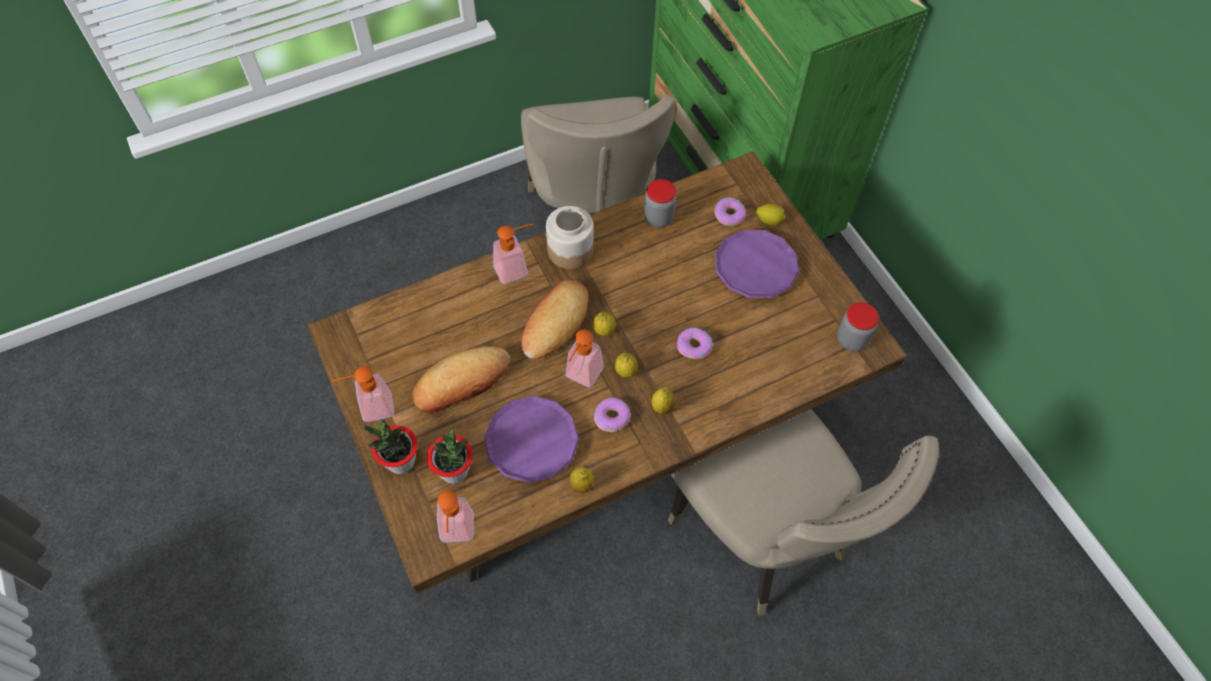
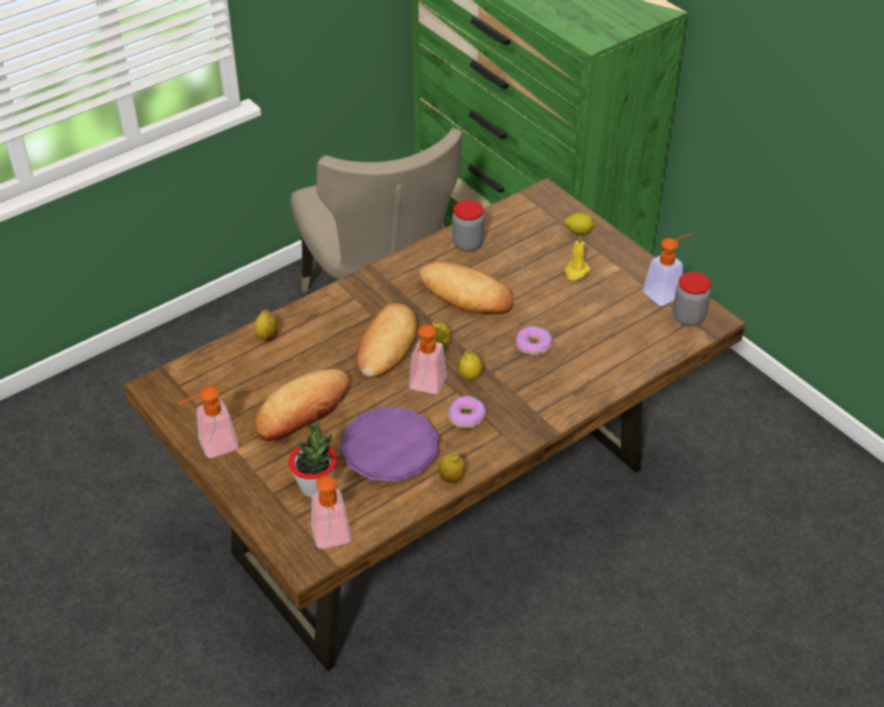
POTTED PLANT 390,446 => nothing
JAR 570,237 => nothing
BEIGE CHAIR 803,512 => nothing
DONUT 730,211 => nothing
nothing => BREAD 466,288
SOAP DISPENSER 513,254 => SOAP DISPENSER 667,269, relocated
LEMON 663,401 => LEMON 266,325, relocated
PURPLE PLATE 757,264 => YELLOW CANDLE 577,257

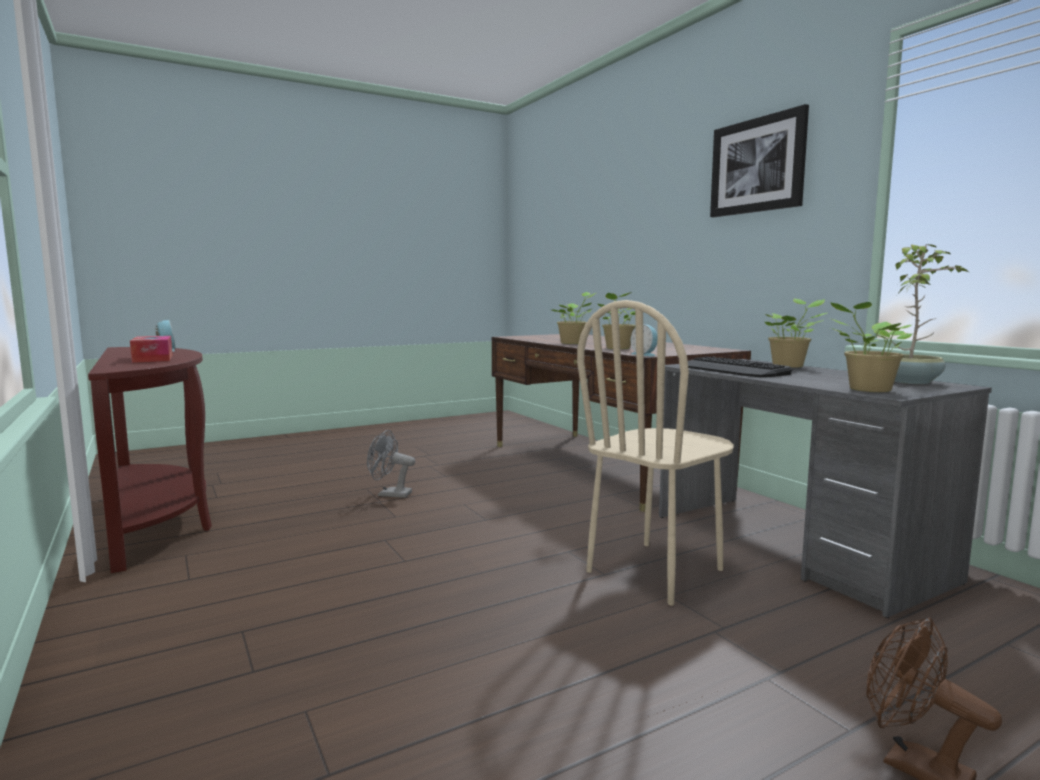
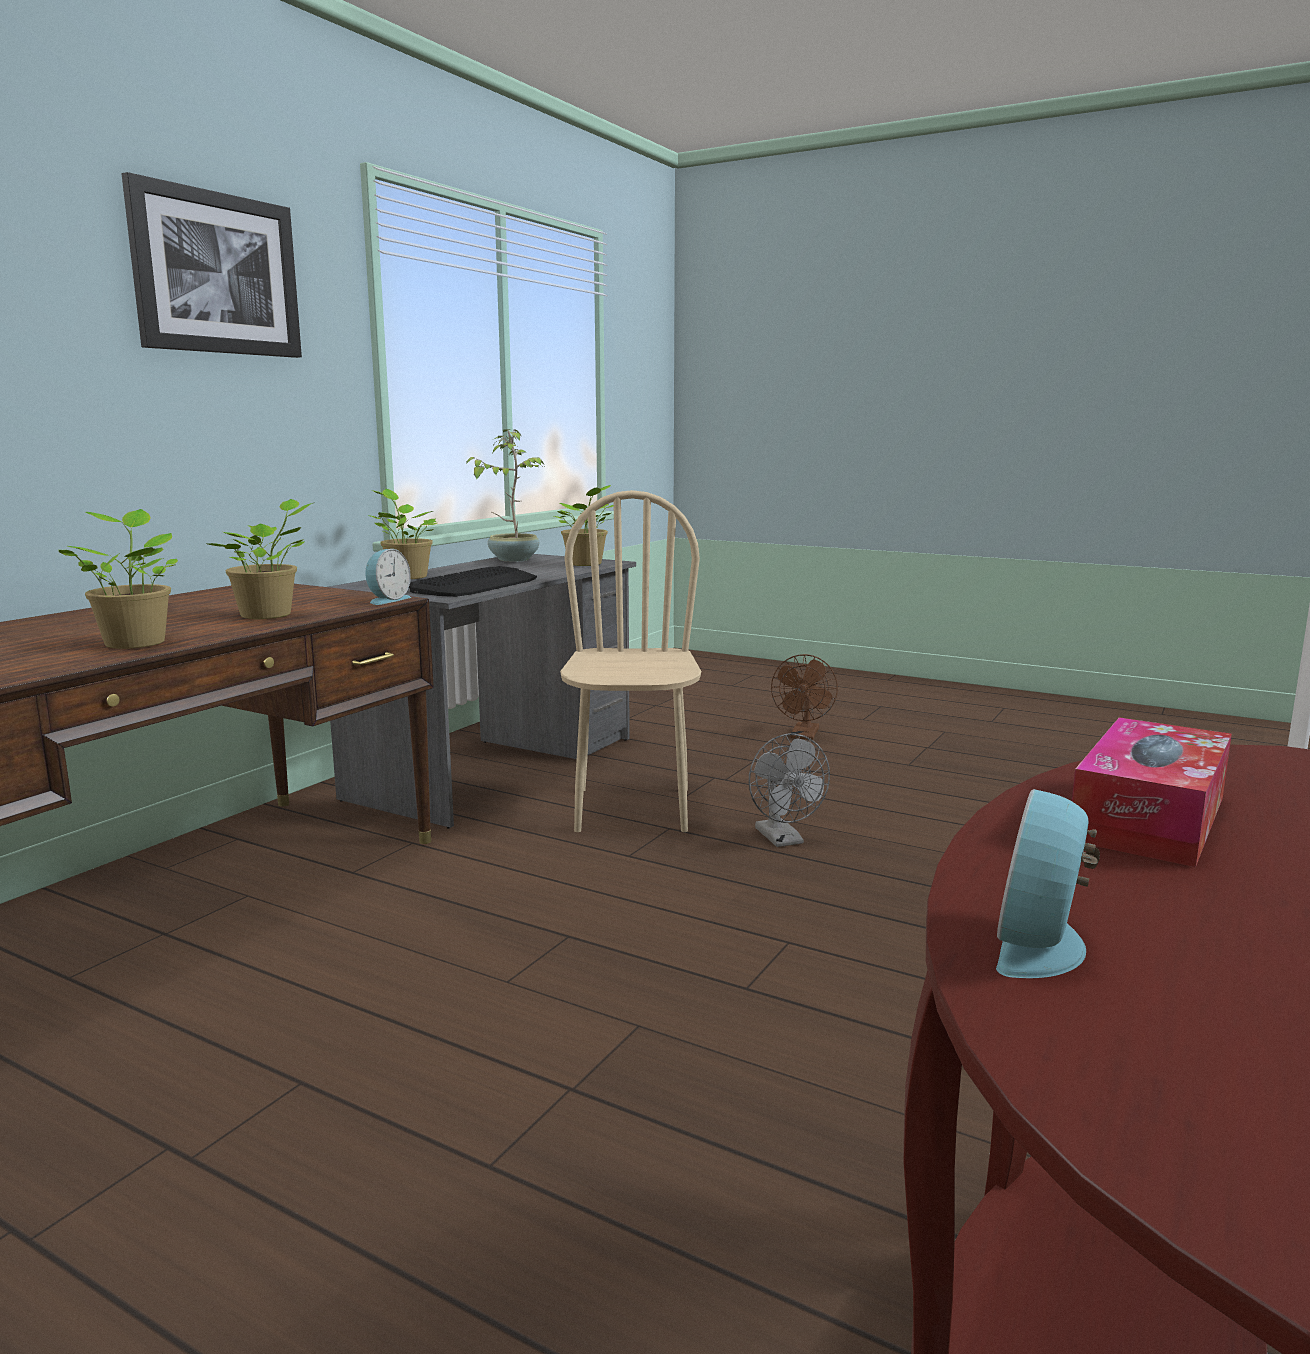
GREY FAN 391,464 => GREY FAN 789,790, relocated
BEIGE CHAIR 655,453 => BEIGE CHAIR 630,661, 105 degrees counterclockwise

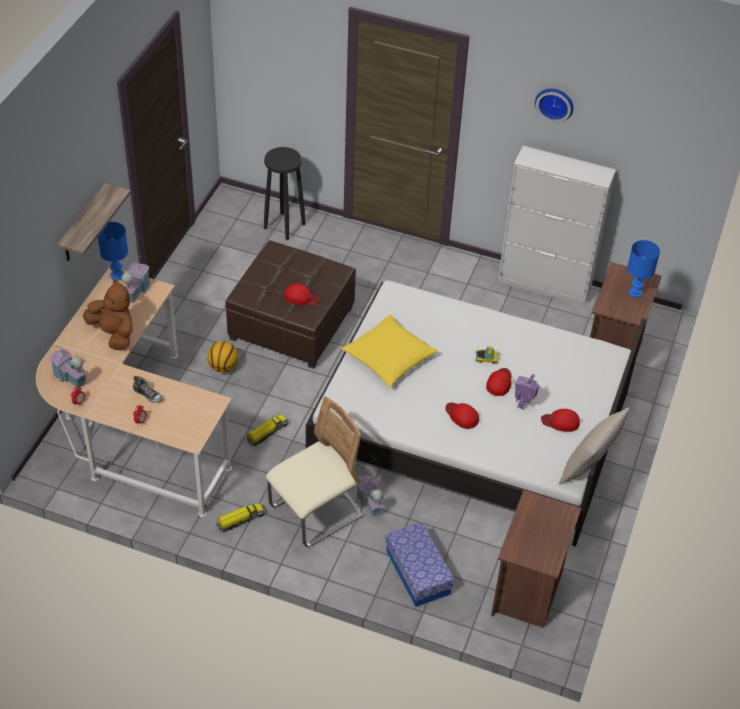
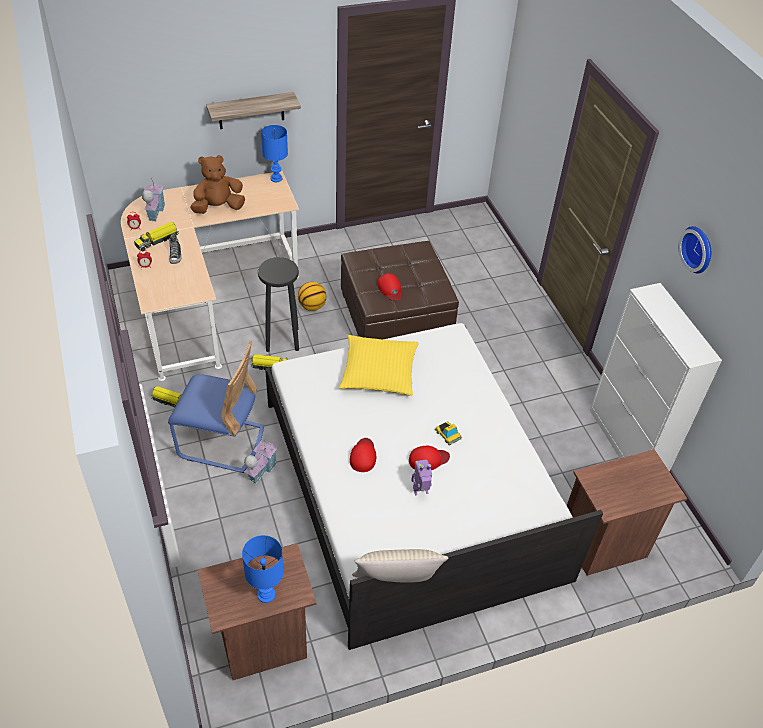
TOY HOUSE 135,280 => nothing
STORAGE BOX 419,564 => nothing
RED CAP 560,420 => nothing
nothing => TOY TRUCK 156,236
BLACK STOOL 285,193 => BLACK STOOL 278,304, relocated
BLUE TABLE LAMP 643,269 => BLUE TABLE LAMP 263,569, relocated
BEIGE CHAIR 314,471 => BLUE CHAIR 216,407
BROWN PLUSH TOY 108,314 => BROWN PLUSH TOY 217,184, 120 degrees counterclockwise

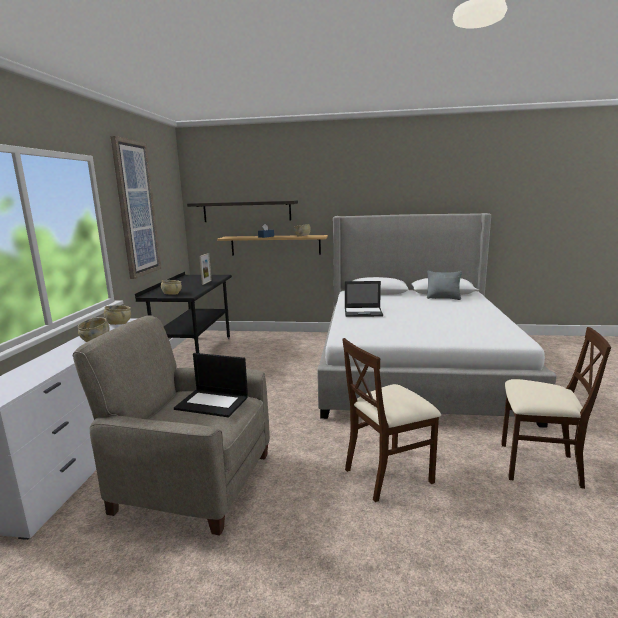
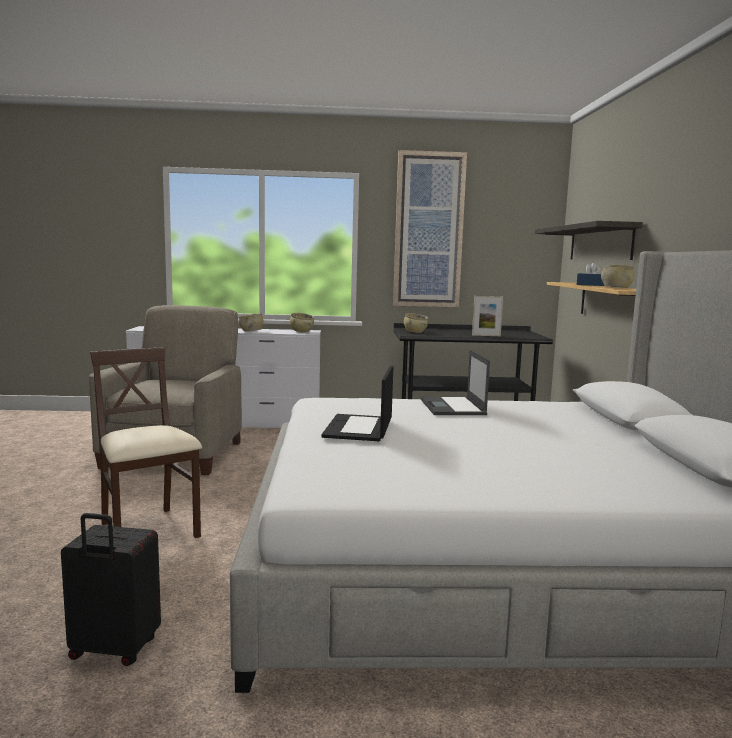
GREY PILLOW 444,285 => nothing
LAPTOP 211,385 => LAPTOP 357,403, relocated
BEIGE CHAIR 556,408 => BLACK SUITCASE 111,589

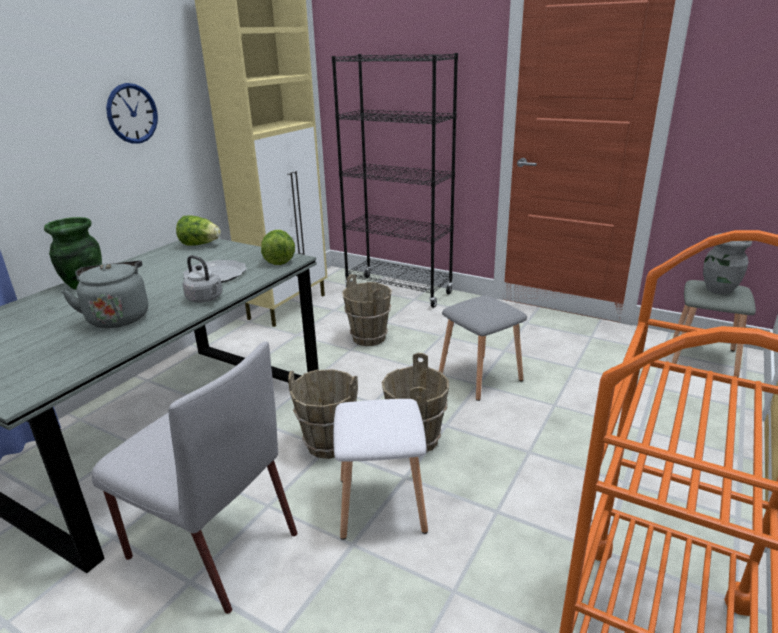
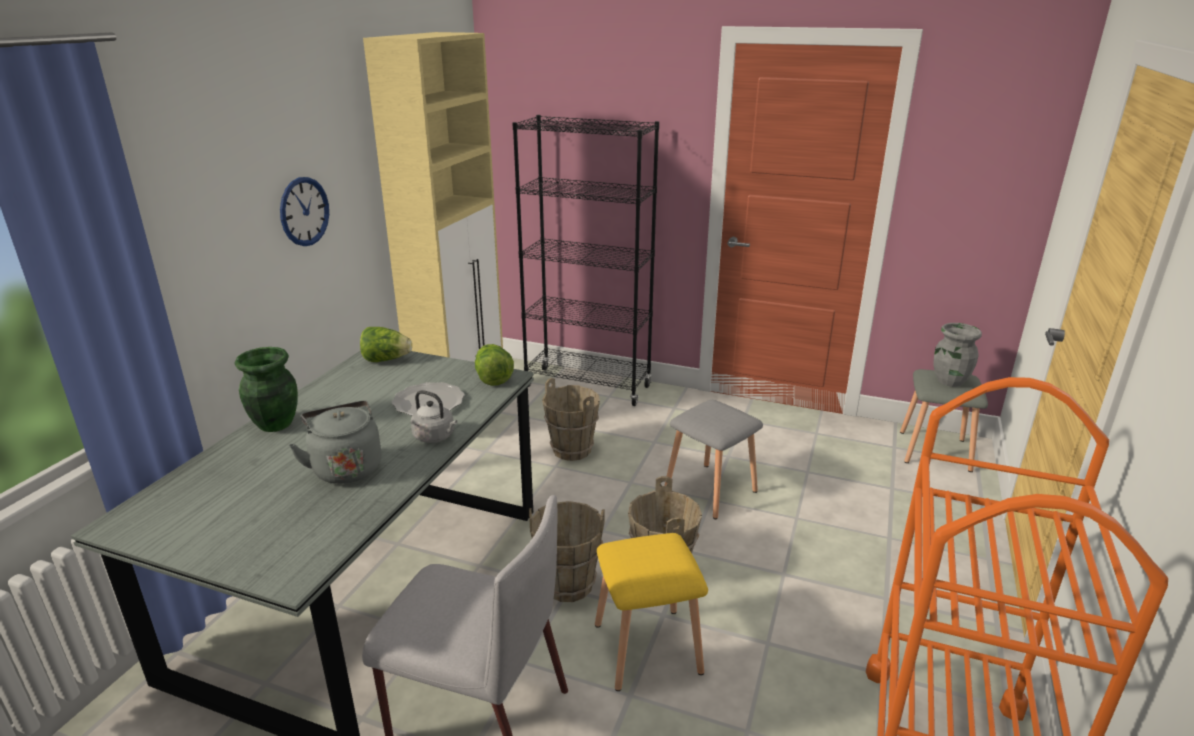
WHITE STOOL 380,469 => YELLOW STOOL 651,612

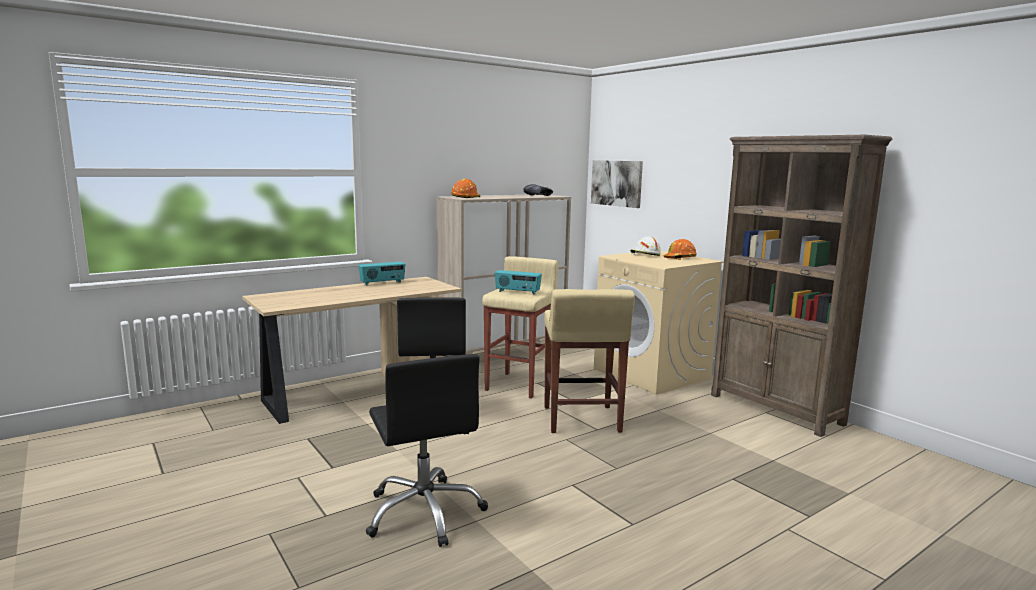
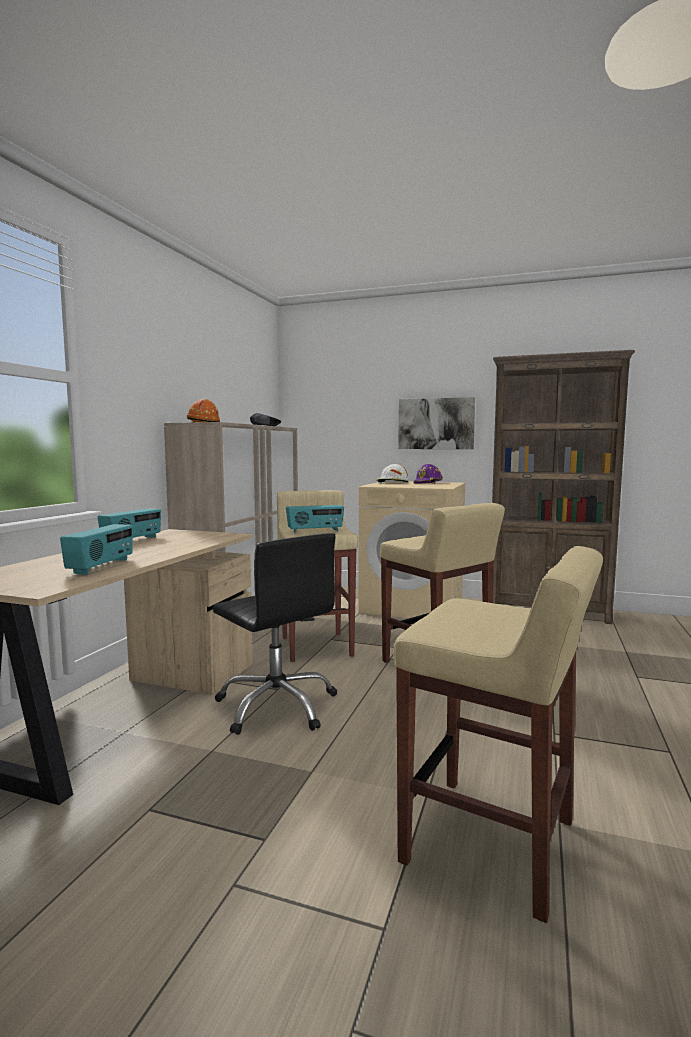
nothing => RADIO 96,549
PICTURE 617,184 => PICTURE 436,423, relocated
BLACK OFFICE CHAIR 427,450 => BEIGE STOOL 498,734
ORANGE HARD HAT 680,249 => PURPLE HARD HAT 428,474

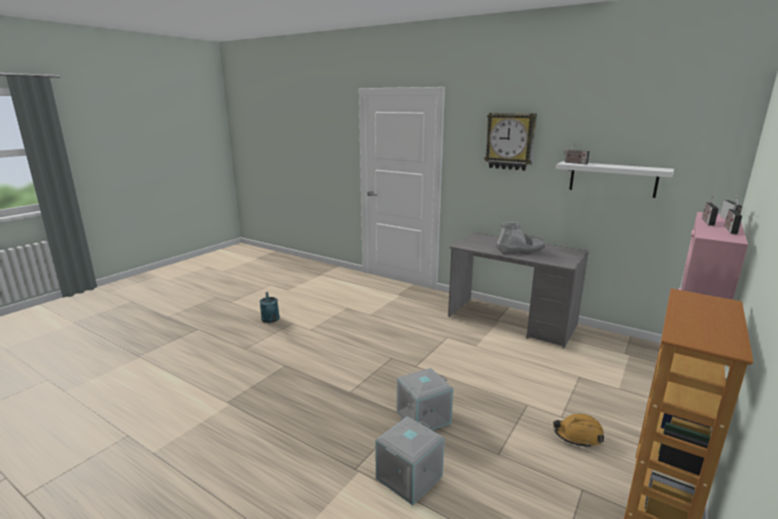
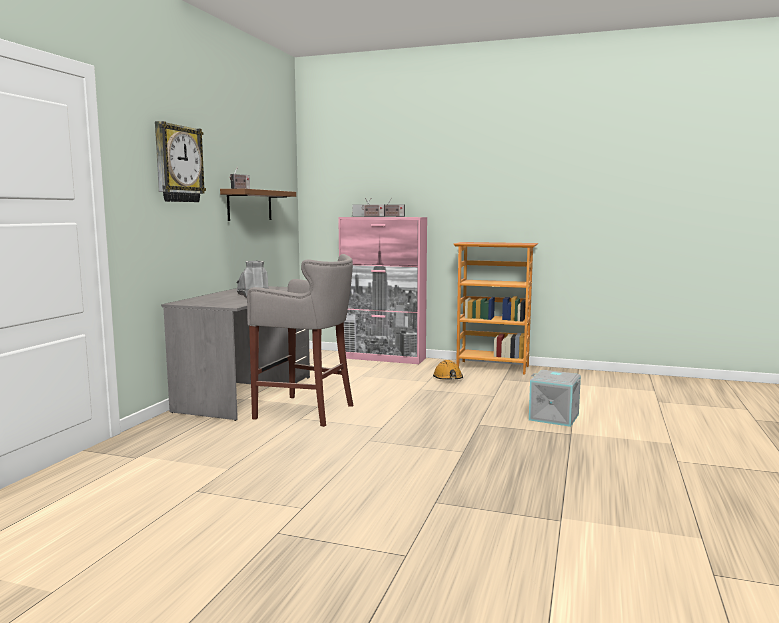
TURQUOISE WATERING CAN 269,307 => nothing
GREY STORAGE BOX 425,399 => nothing
nothing => GREY STOOL 300,340
WHITE SHELF 615,179 => BROWN SHELF 258,205

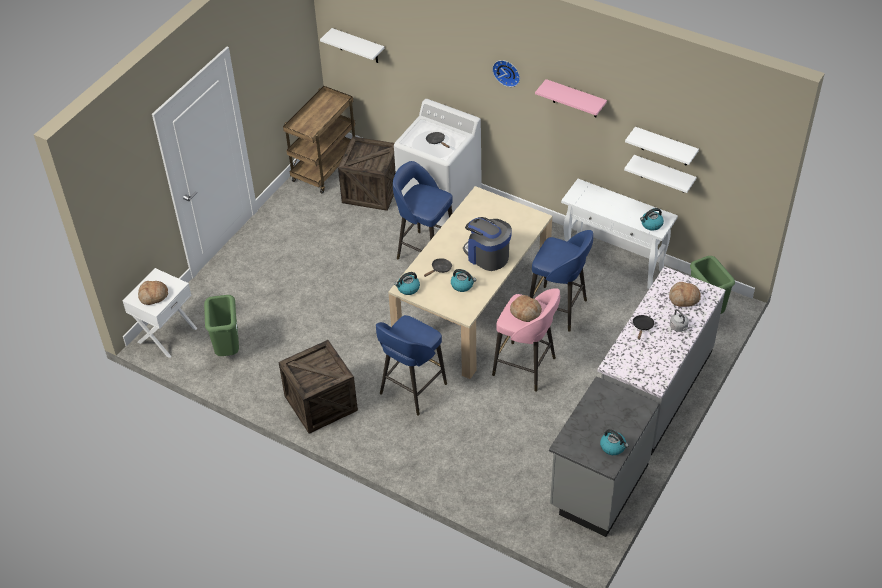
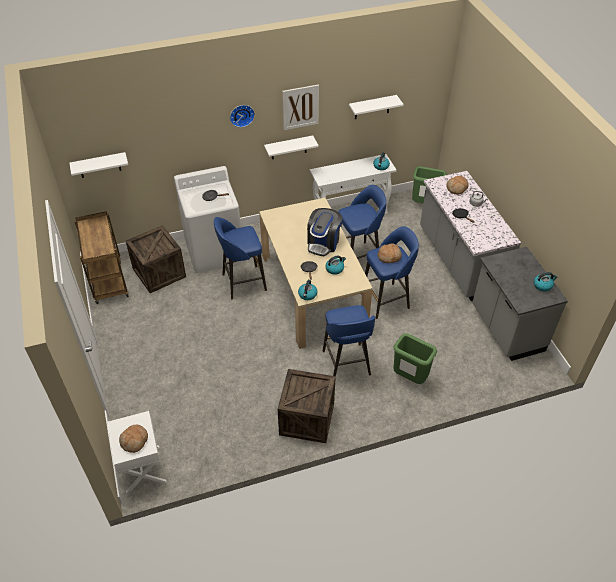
GREEN TRASH CAN 221,325 => GREEN TRASH CAN 415,358, relocated
WHITE SHELF 660,174 => WHITE SHELF 291,147, relocated
PINK SHELF 571,98 => PICTURE 300,107
PINK STOOL 526,340 => BLUE STOOL 392,272
COFFEE MACHINE 487,244 => COFFEE MACHINE 324,232, 60 degrees counterclockwise

